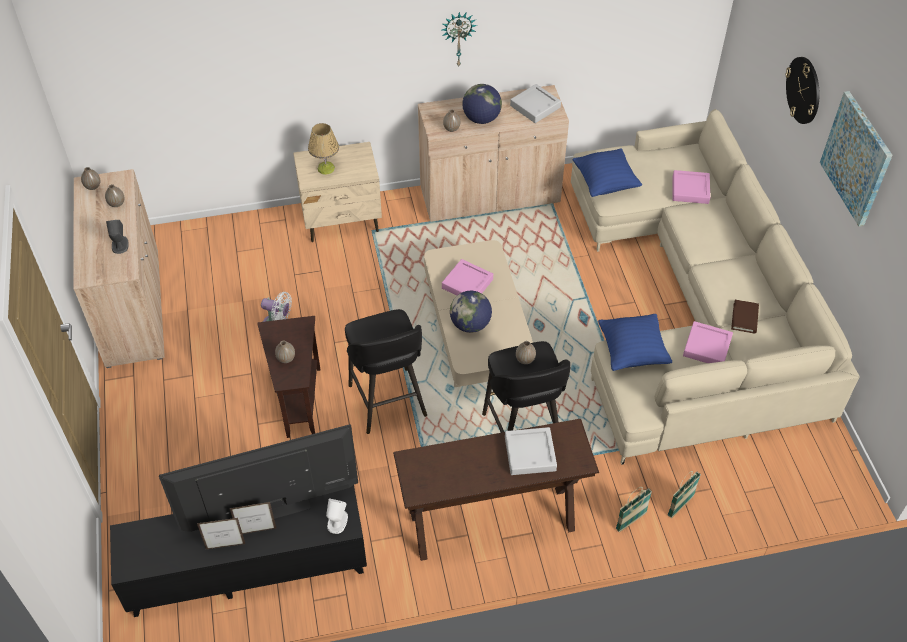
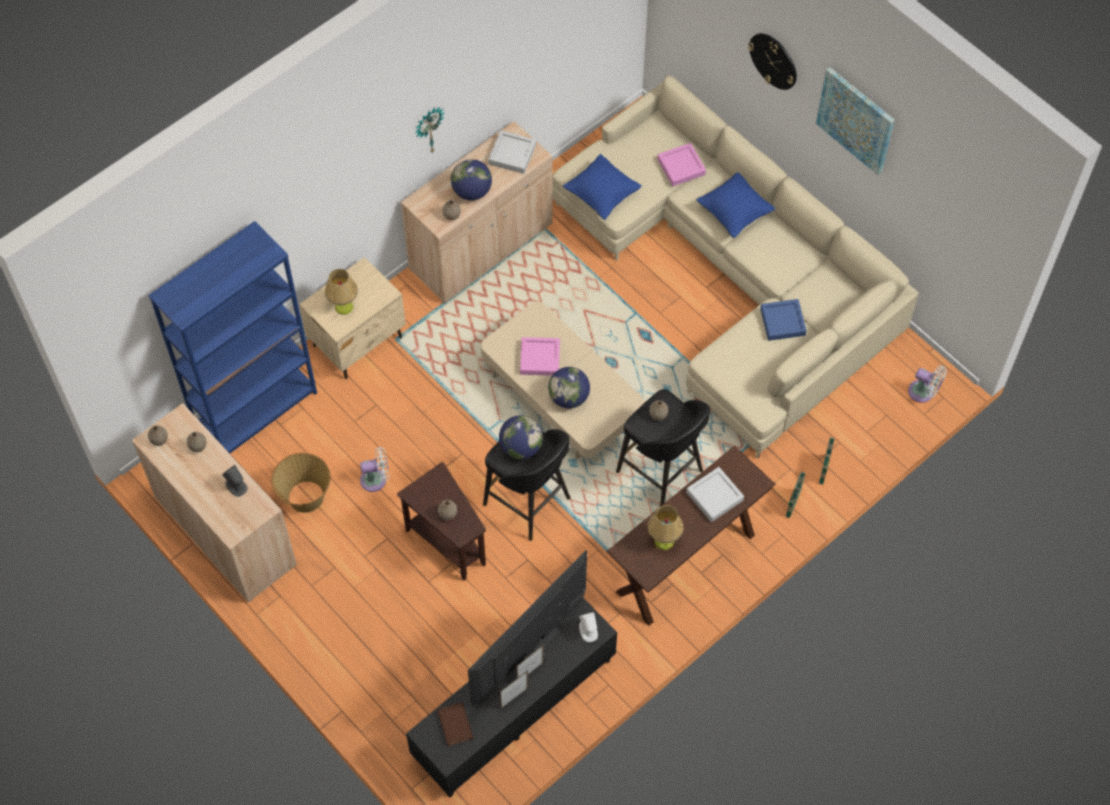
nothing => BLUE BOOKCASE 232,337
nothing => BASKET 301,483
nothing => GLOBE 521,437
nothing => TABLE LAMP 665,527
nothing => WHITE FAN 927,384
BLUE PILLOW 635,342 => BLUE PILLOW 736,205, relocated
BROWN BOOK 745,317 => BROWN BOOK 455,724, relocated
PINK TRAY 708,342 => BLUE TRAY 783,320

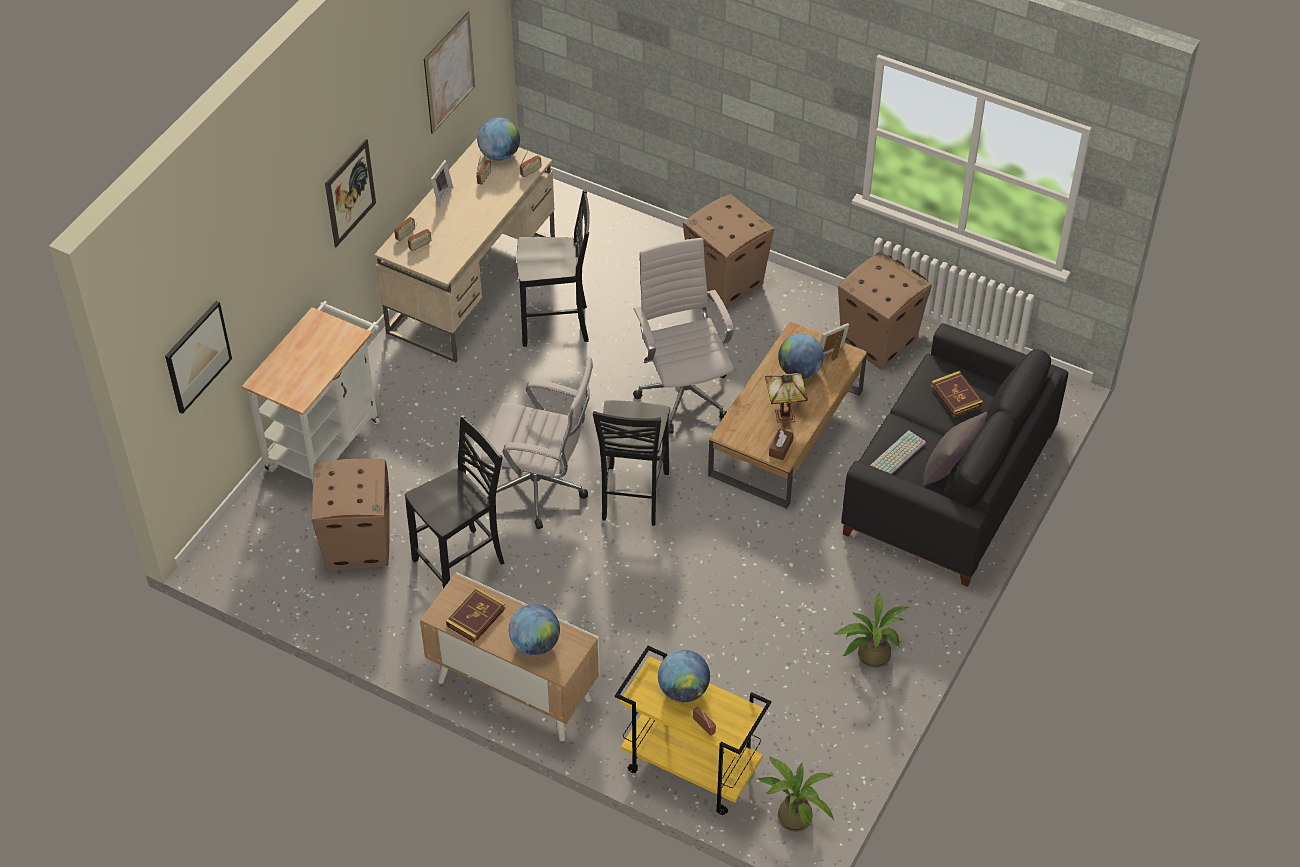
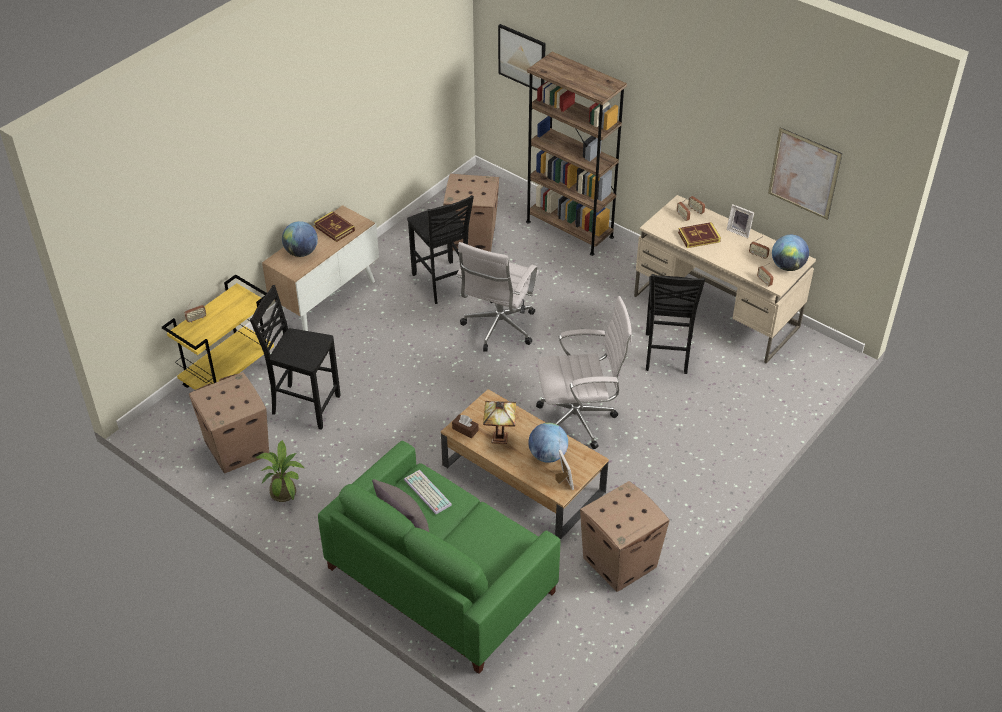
PICTURE 350,193 => nothing
GLOBE 684,676 => nothing
POTTED PLANT 796,794 => nothing
BLACK CHAIR 631,463 => BLACK CHAIR 295,357, relocated
CARDBOARD BOX 729,251 => CARDBOARD BOX 229,423, relocated
BOOK 957,394 => BOOK 699,235, relocated
WHITE CART 311,392 => BROWN BOOKCASE 576,154
BLACK SOFA 954,455 => GREEN SOFA 439,557

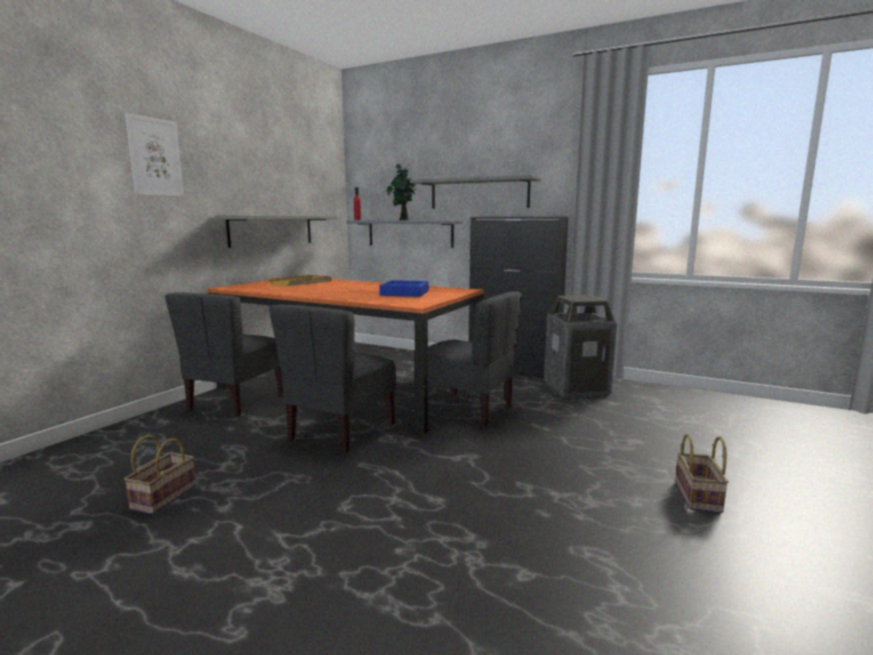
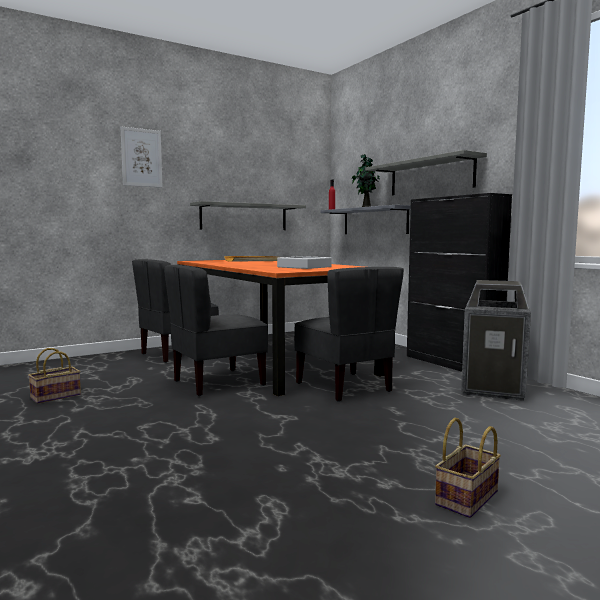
BLUE TRAY 404,288 => GREY TRAY 304,262

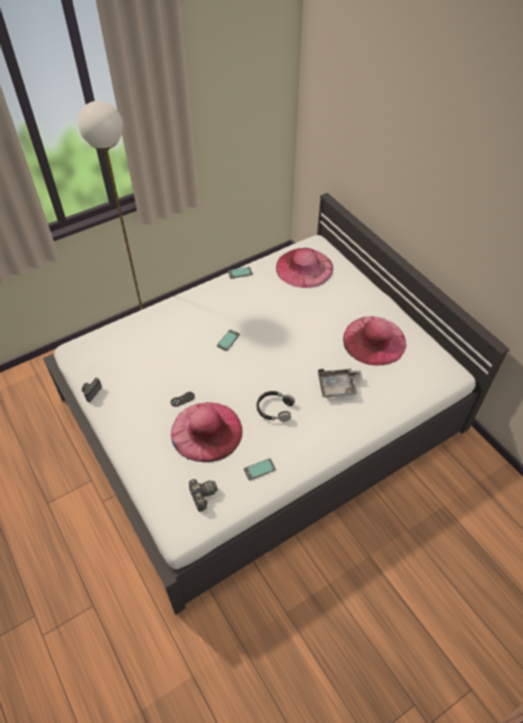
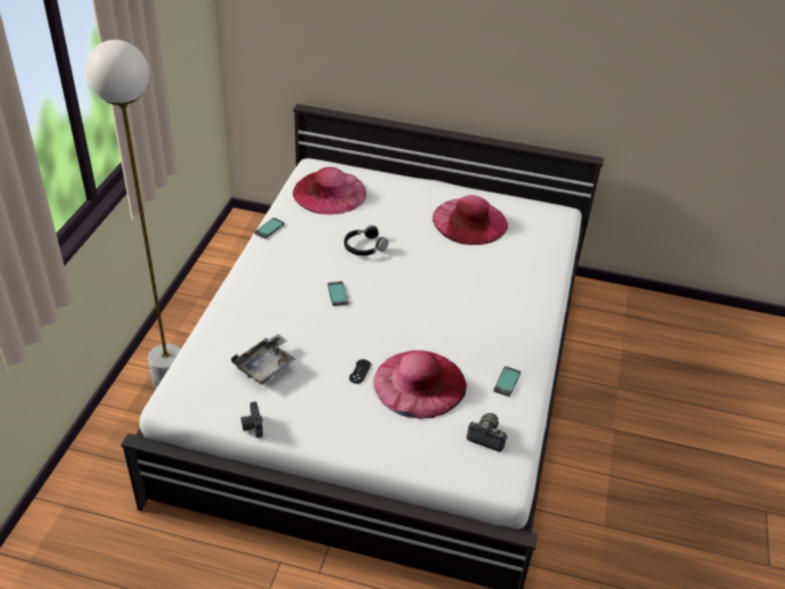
BLACK HEADPHONES 276,406 => BLACK HEADPHONES 366,240, relocated
GREY TRAY 340,383 => GREY TRAY 263,359, relocated

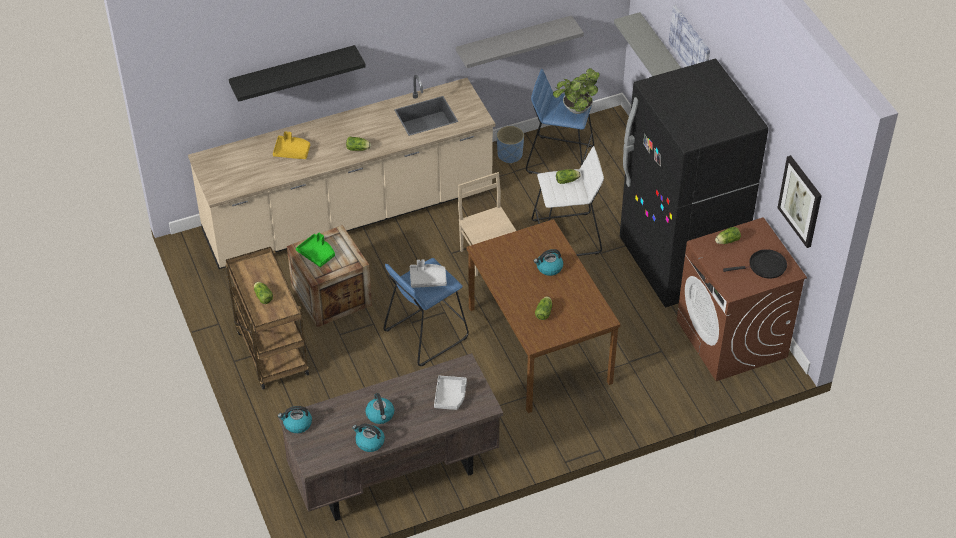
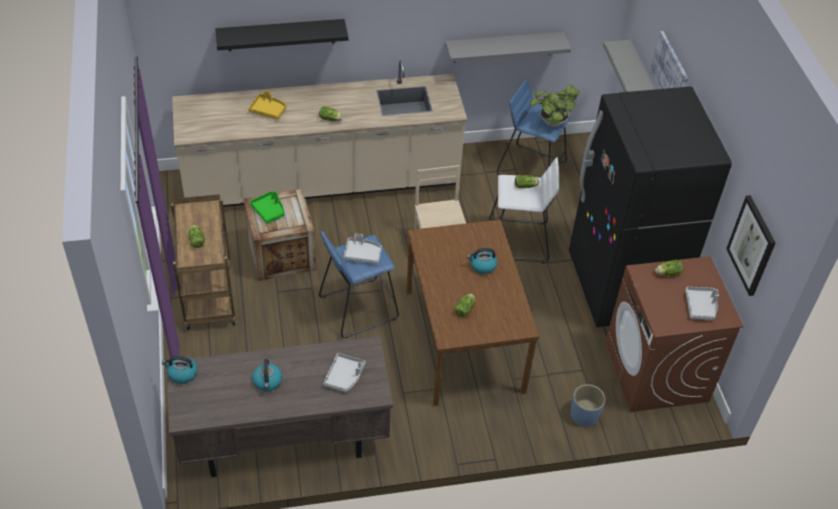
KETTLE 368,438 => nothing
BLUE PLANTER 510,145 => BLUE PLANTER 588,405, relocated
BLACK FRYING PAN 755,264 => GREY TRAY 702,303

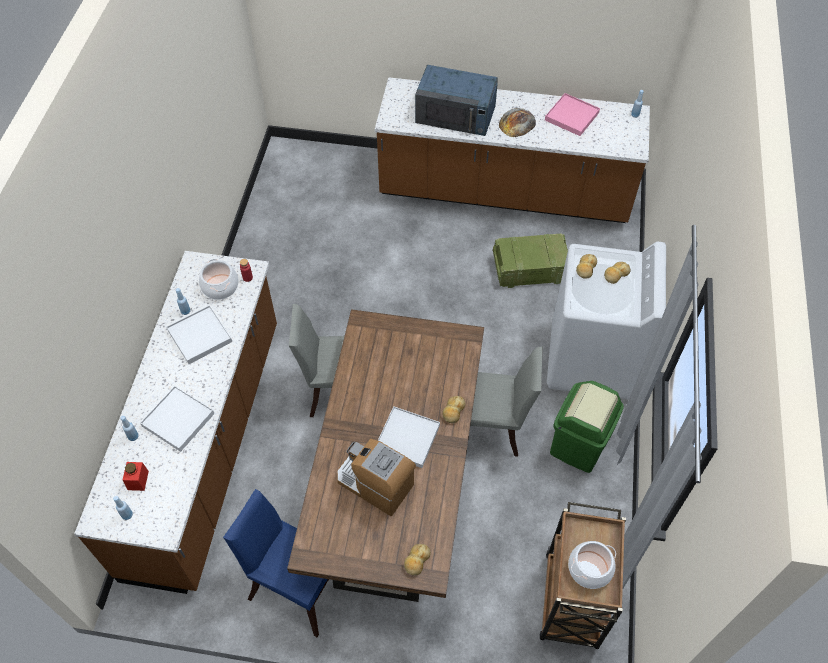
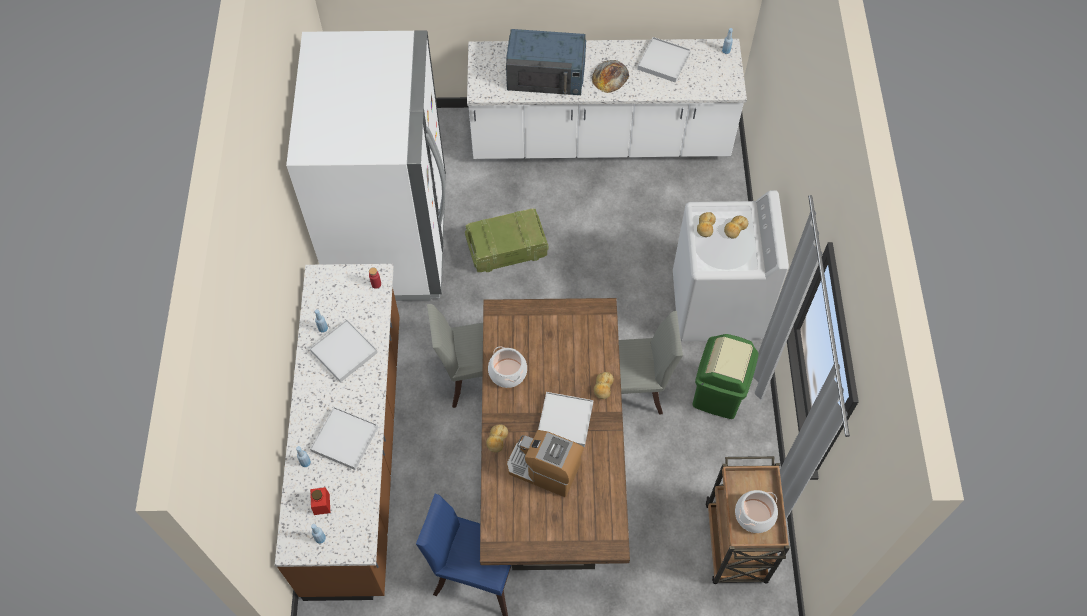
nothing => WHITE FRIDGE 366,165
COOKING POT 218,279 => COOKING POT 507,367, relocated
BREAD 417,560 => BREAD 497,438, relocated
CRATE 530,260 => CRATE 507,240, relocated
BROWN COUNTER 512,150 => WHITE COUNTER 607,99
PINK TRAY 572,114 => WHITE TRAY 664,60

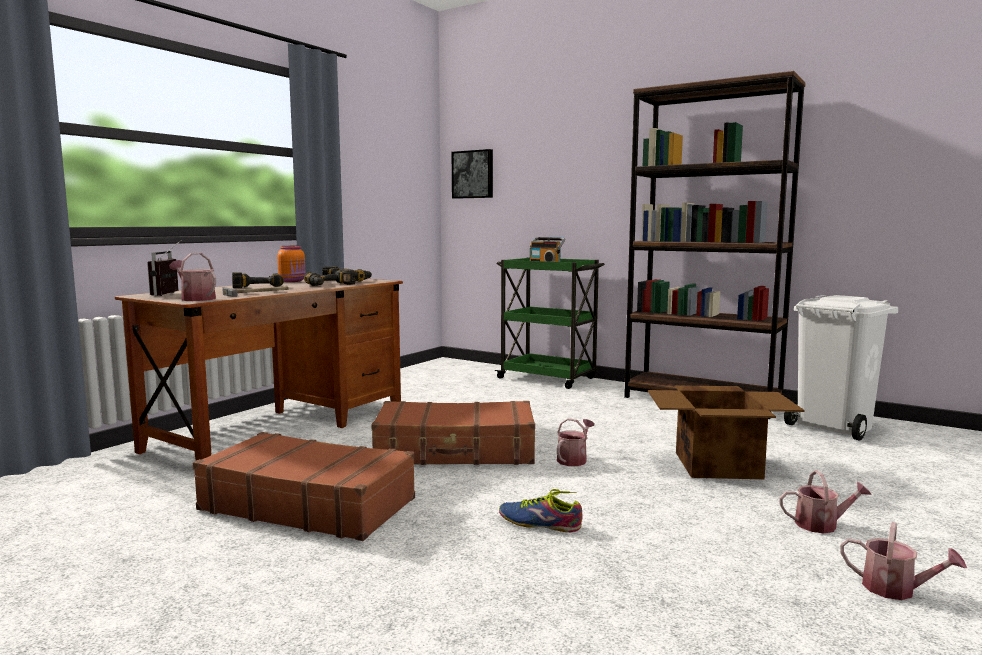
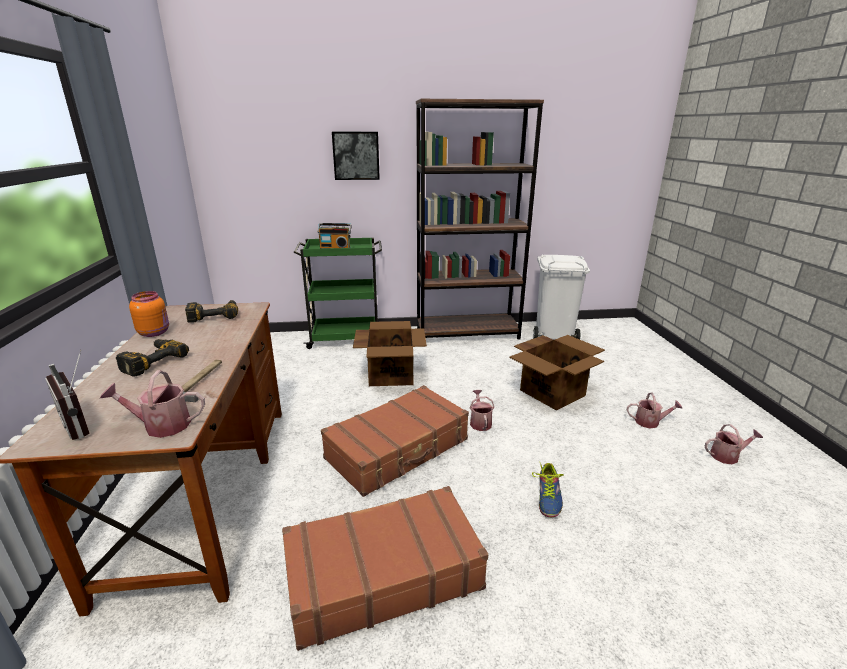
POWER DRILL 330,277 => nothing
nothing => CARDBOARD BOX 390,353
PICTURE 472,174 => PICTURE 356,156, relocated
SHOE 540,510 => SHOE 548,489, 60 degrees counterclockwise
WATERING CAN 825,501 => WATERING CAN 655,410, 45 degrees clockwise

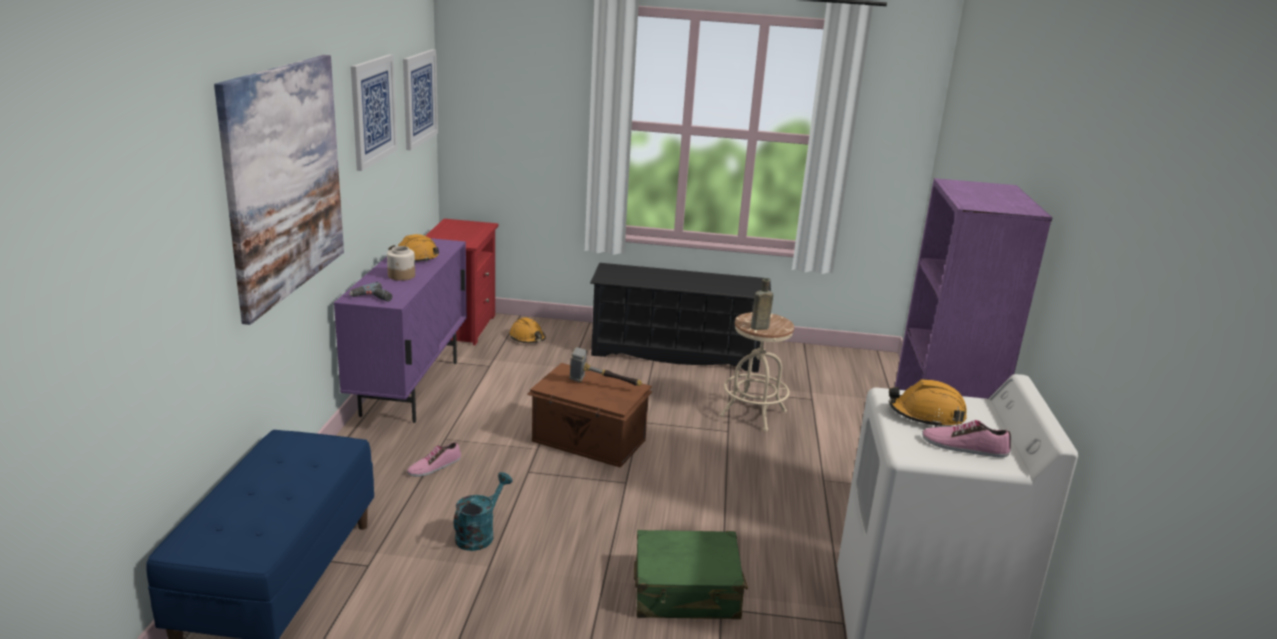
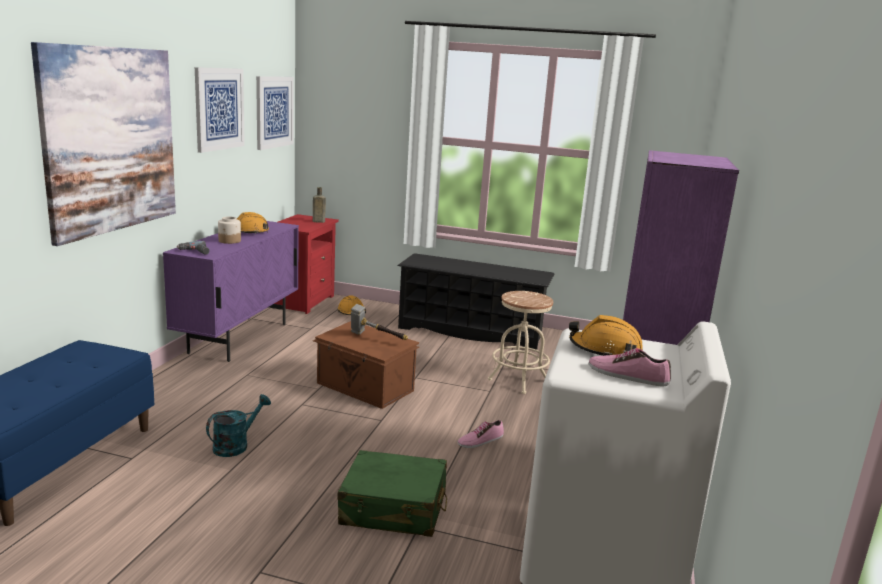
SHOE 434,459 => SHOE 481,434, relocated
BROWN BOTTLE 762,304 => BROWN BOTTLE 319,205, relocated

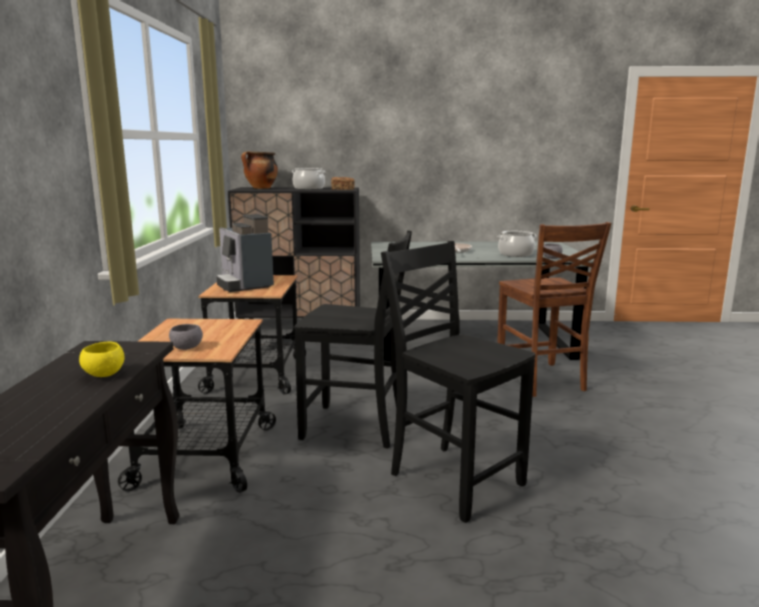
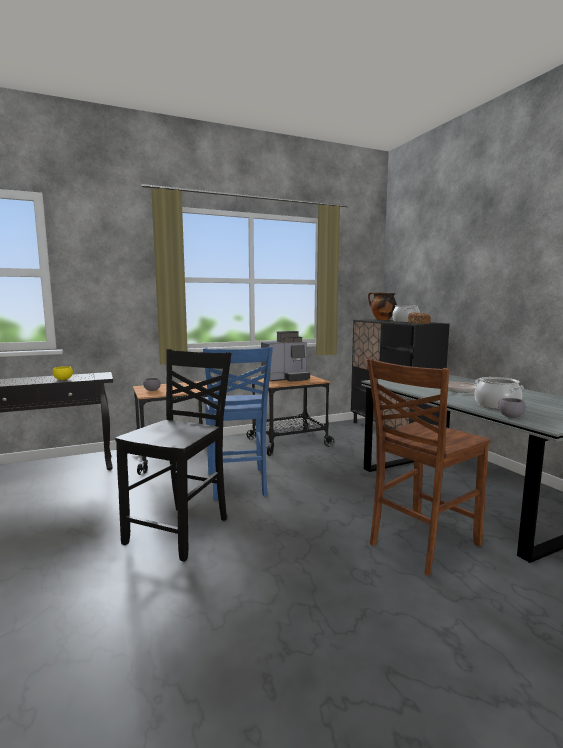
BLACK CHAIR 353,339 => BLUE CHAIR 238,423
COFFEE MACHINE 245,253 => COFFEE MACHINE 285,356, 150 degrees counterclockwise

